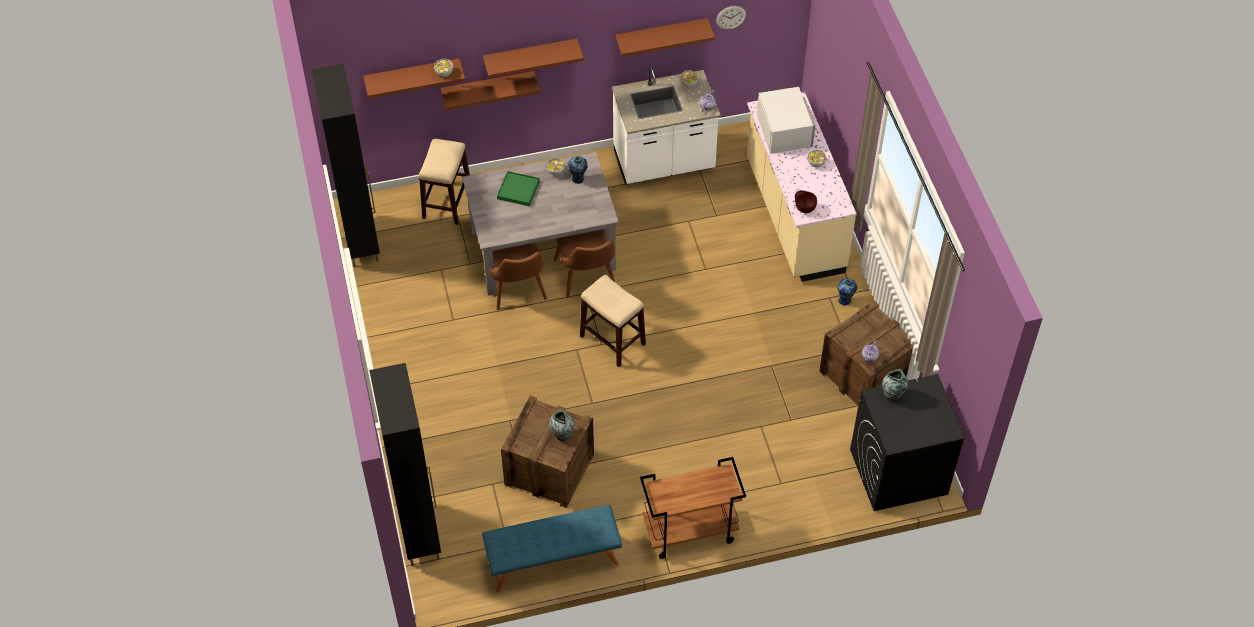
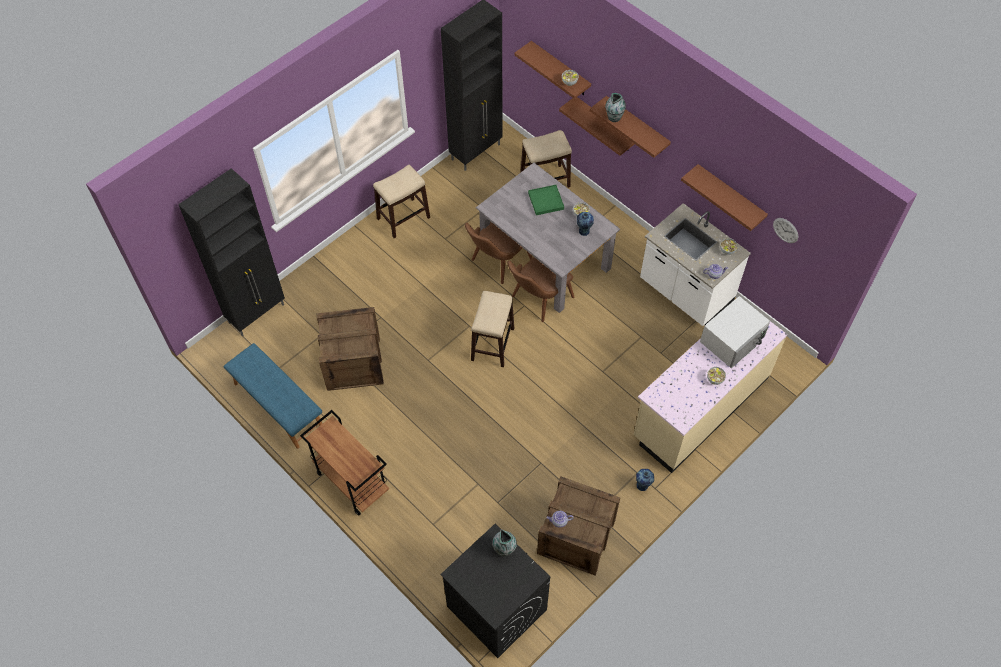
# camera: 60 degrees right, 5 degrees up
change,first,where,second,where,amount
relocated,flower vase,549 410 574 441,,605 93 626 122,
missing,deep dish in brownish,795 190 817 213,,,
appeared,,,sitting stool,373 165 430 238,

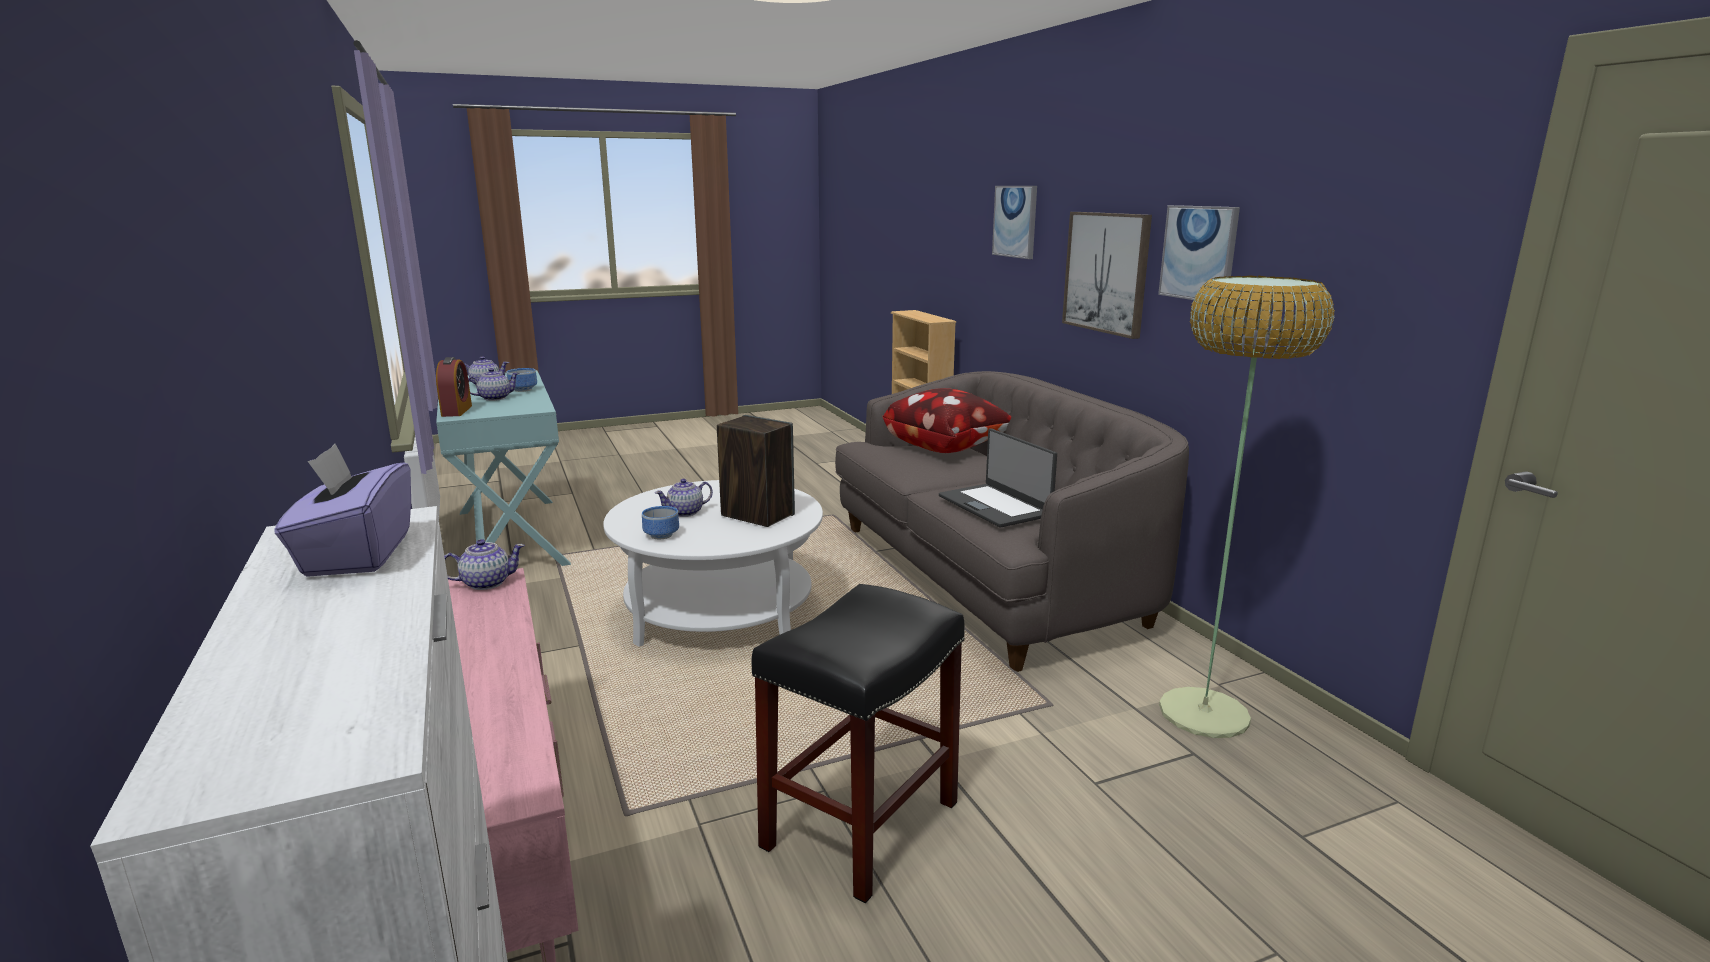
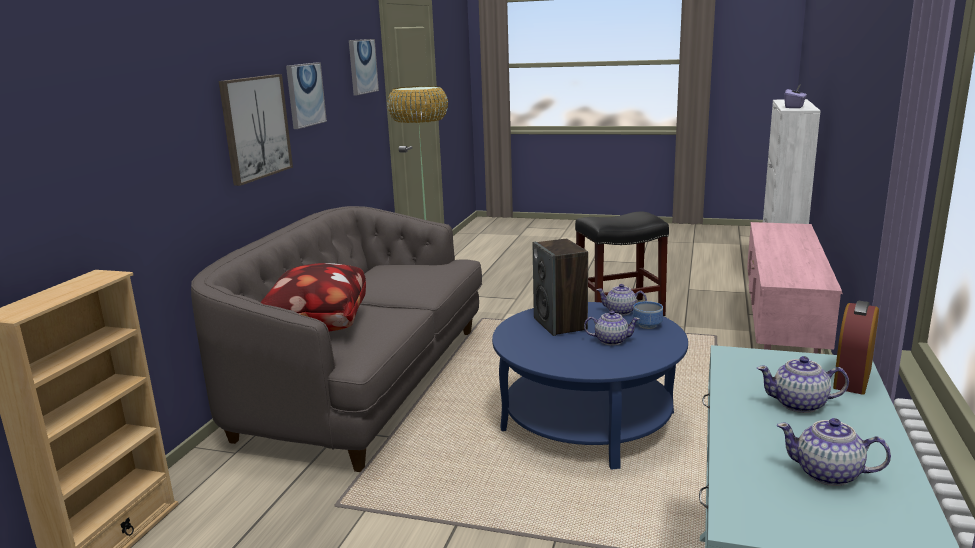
# camera: 140 degrees left, 0 degrees up
change,first,where,second,where,amount
relocated,teapot,444 539 525 590,,596 284 647 316,
missing,deep dish,507 368 537 392,,,
colour,lounge table in white,603 480 823 647,lounge table in blue,492 302 688 470,
missing,portable computer,939 428 1057 527,,,
relocated,wall picture,992 186 1037 259,,349 39 379 96,

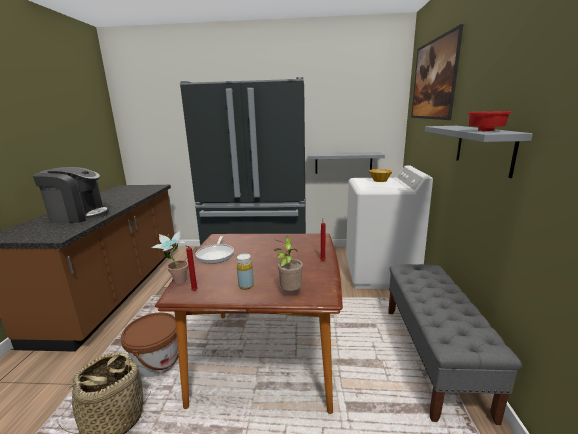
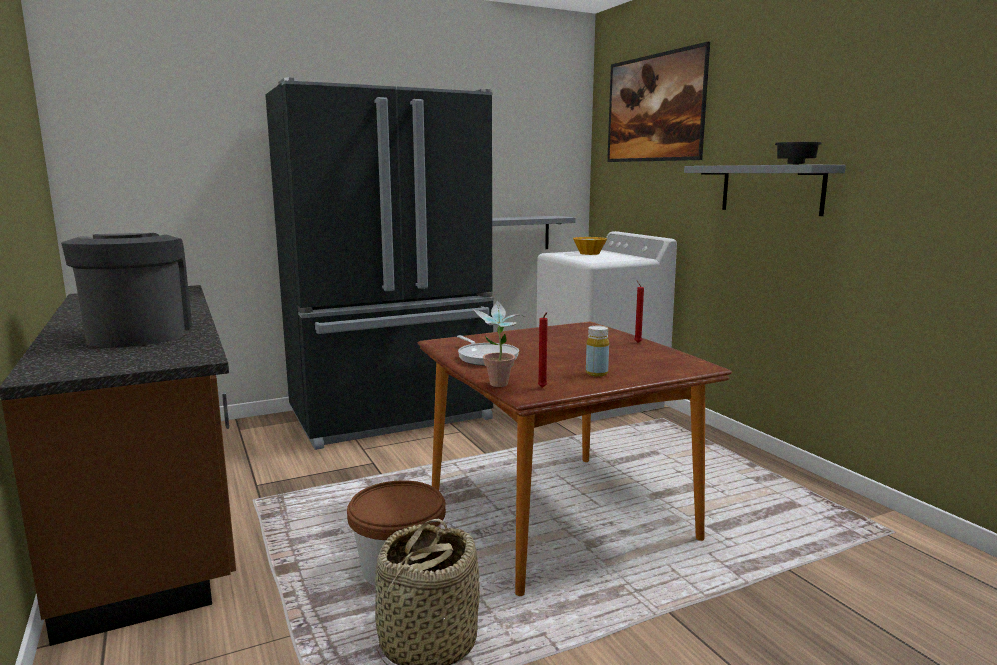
# camera: 30 degrees left, 5 degrees down
change,first,where,second,where,amount
spun,coffee maker,33 167 109 223,,61 233 192 347,75 degrees counterclockwise
missing,plant in a pot,274 237 303 291,,,
missing,long seat in greyish,388 264 522 425,,,
colour,deep dish in red,468 111 512 132,deep dish in black,775 142 821 165,

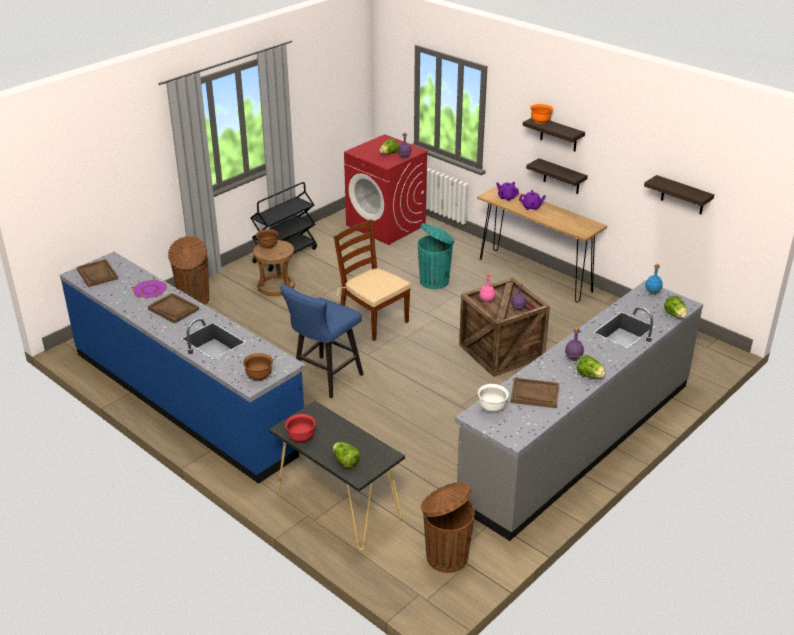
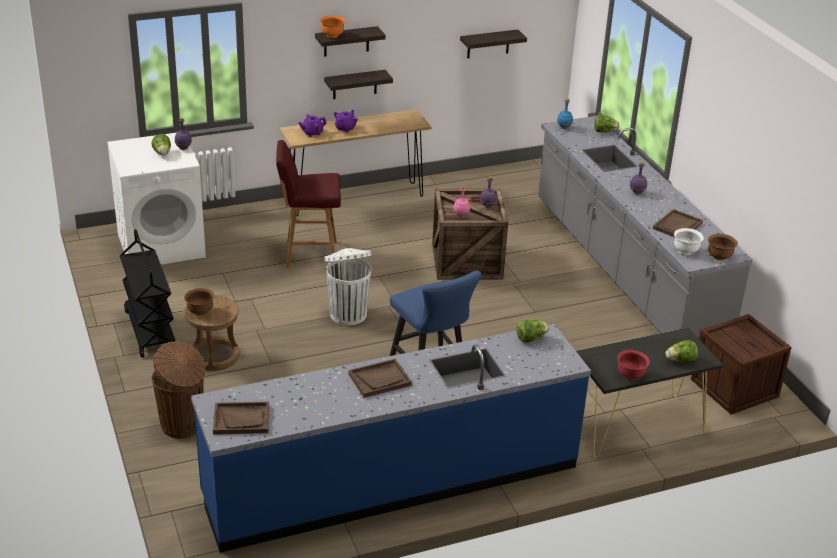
# camera: 65 degrees left, 0 degrees up
change,first,where,second,where,amount
missing,dinner plate in purple-coloured,133 280 167 298,,,
relocated,deep dish in brownish,243 353 273 381,,708 234 738 260,
exchanged,plain chair in brownish,334 219 411 341,waste bin in white,325 248 372 325,
colour,laundry appliance in red,344 134 428 245,laundry appliance in white,107 133 206 265,
exchanged,waste bin in blue-green,417 223 455 289,sitting stool in red,276 140 341 268,
exchanged,waste bin in brownish,421 482 475 573,packing crate,691 314 792 415,
relocated,lettuce head,577 355 606 378,,516 319 549 343,

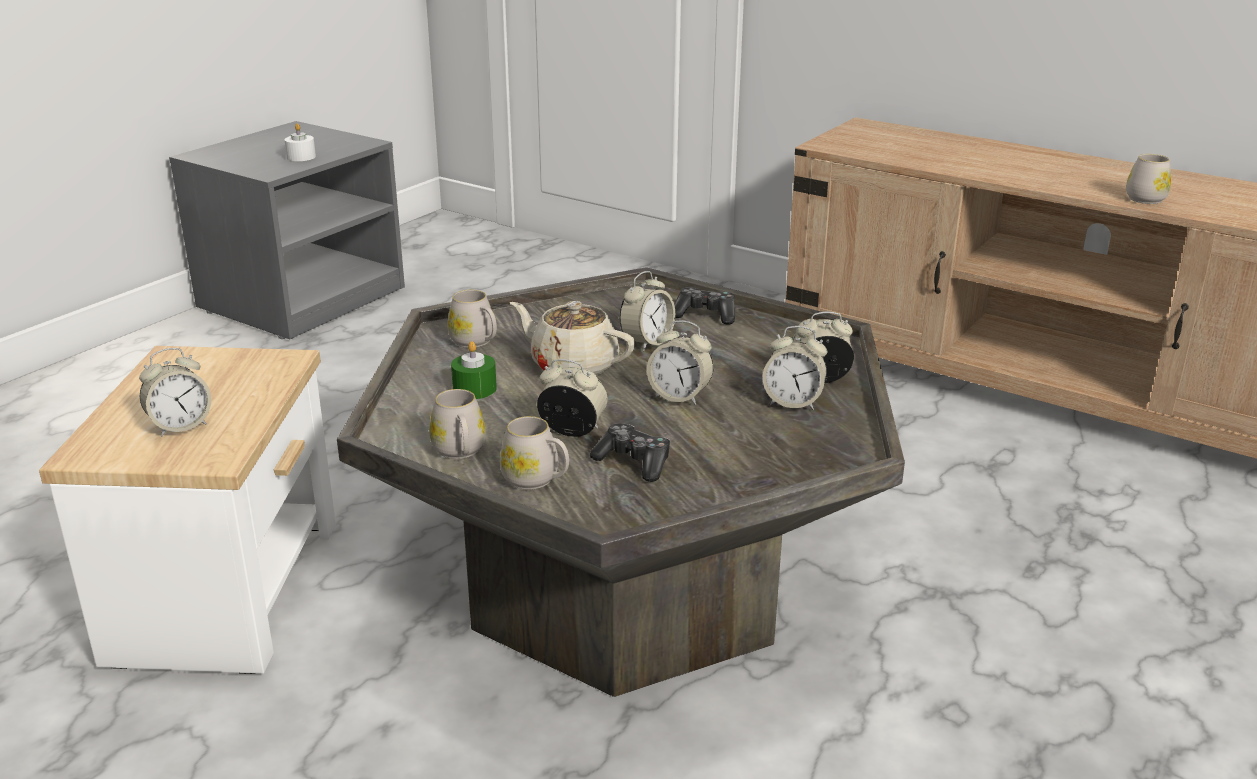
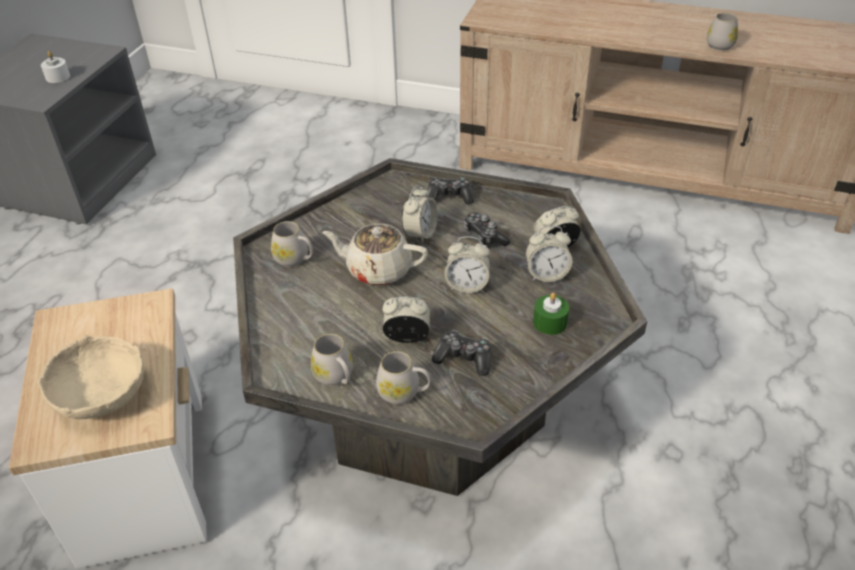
# camera: 15 degrees left, 15 degrees up
change,first,where,second,where,amount
exchanged,bedside clock,139 348 211 437,deep dish in beige,37 335 144 419,
relocated,candle in green-coloured,451 341 497 399,,533 293 569 335,
appeared,,,game controller,464 212 510 246,

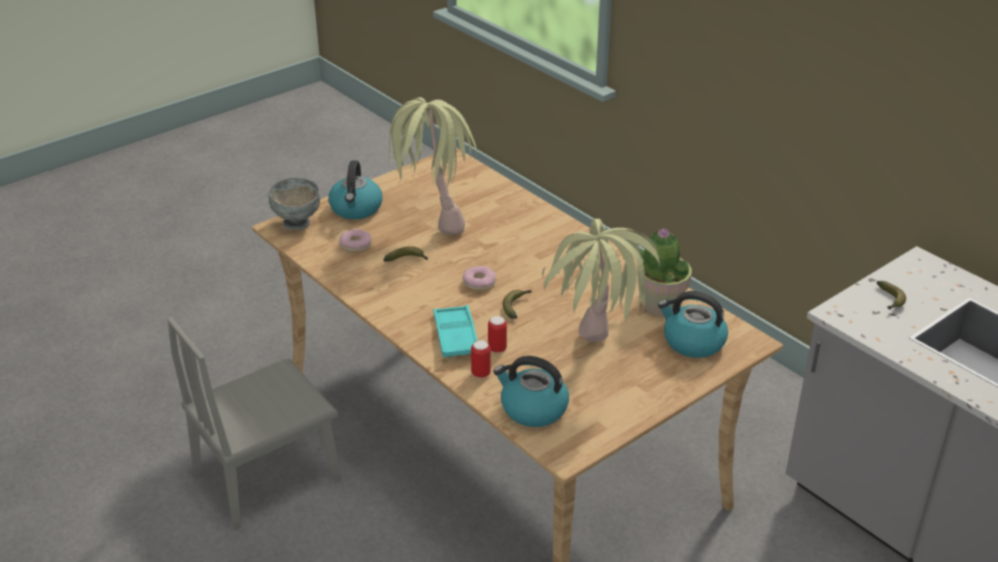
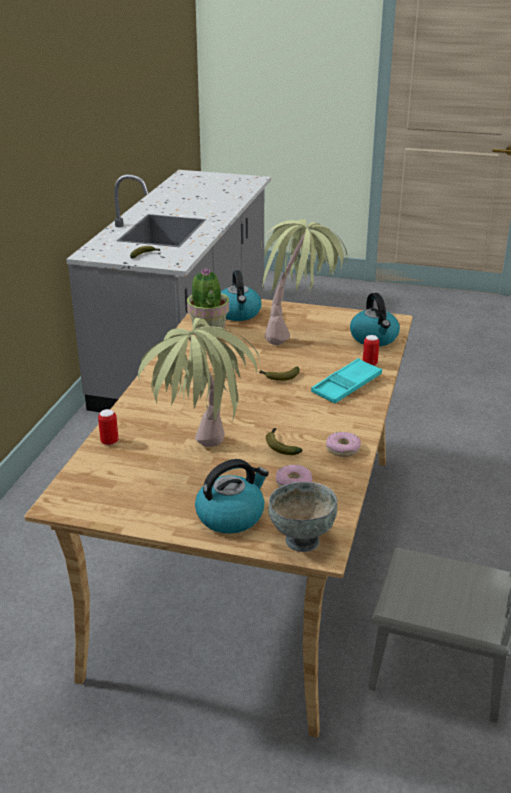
# camera: 125 degrees left, 5 degrees down
change,first,where,second,where,amount
relocated,doughnut,463 266 496 291,,326 432 361 457,
relocated,sealed can,488 316 507 353,,98 409 119 445,

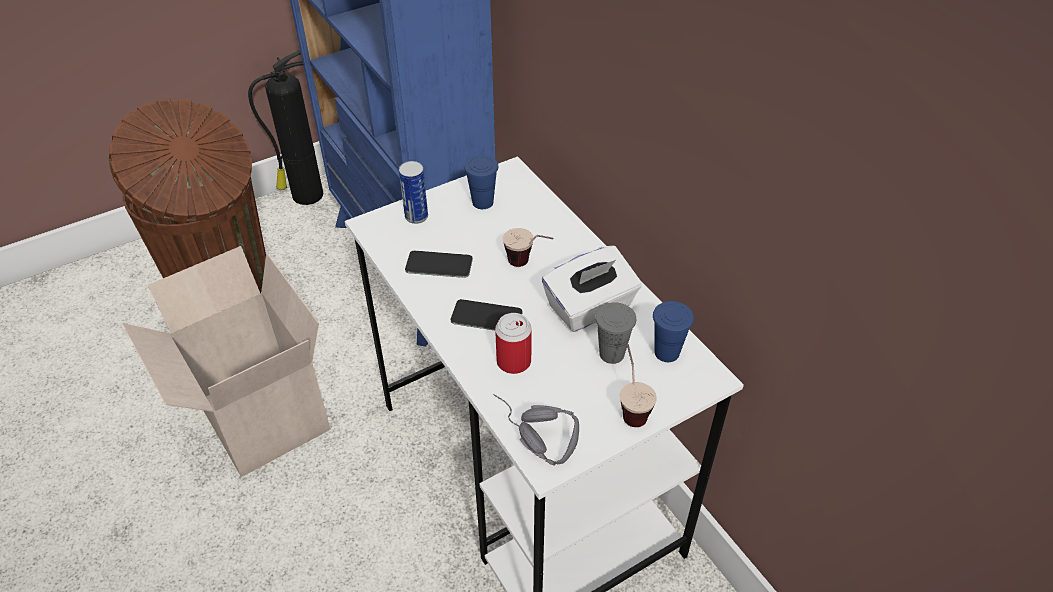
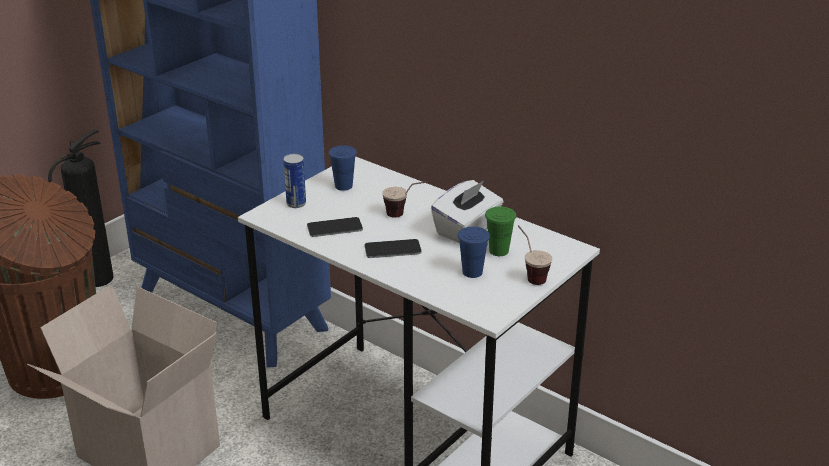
# camera: 20 degrees left, 15 degrees down
change,first,where,second,where,amount
missing,headphones in greyish,493 394 579 465,,,
missing,sealed can,495 313 532 374,,,
colour,small cup in greyish,595 302 636 364,small cup in green-coloured,485 207 516 256,
relocated,small cup in blue,653 301 694 362,,458 227 490 278,

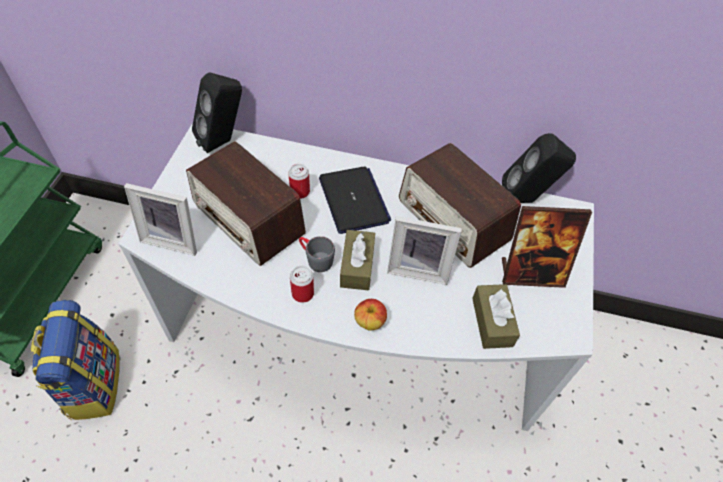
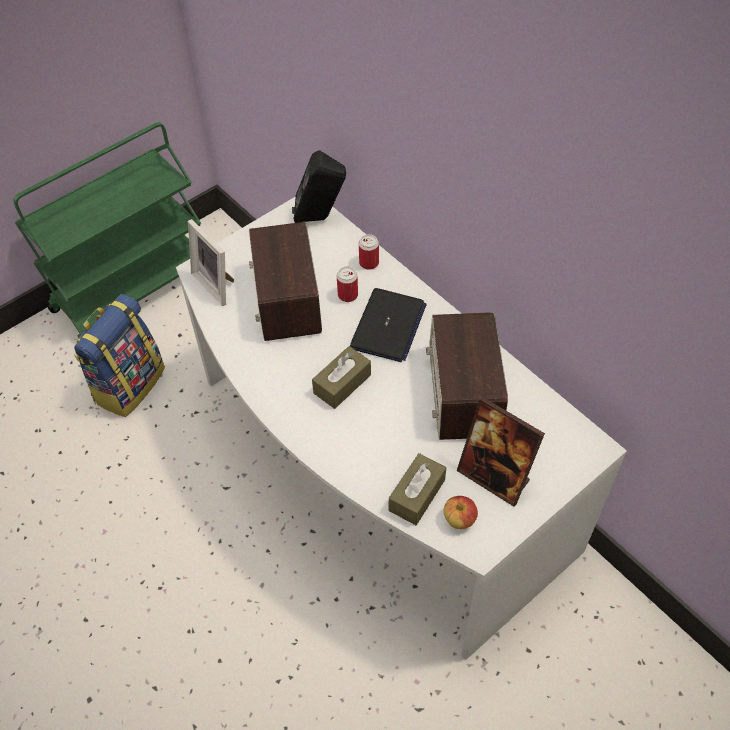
# camera: 40 degrees right, 0 degrees up
change,first,where,second,where,amount
relocated,sealed can,290 266 314 303,,359 234 379 270,
missing,mug in greyish,299 236 335 272,,,
relocated,whole apple,354 299 387 331,,444 496 478 529,
missing,picture frame,387 216 462 285,,,
missing,speaker in black,502 133 576 203,,,

